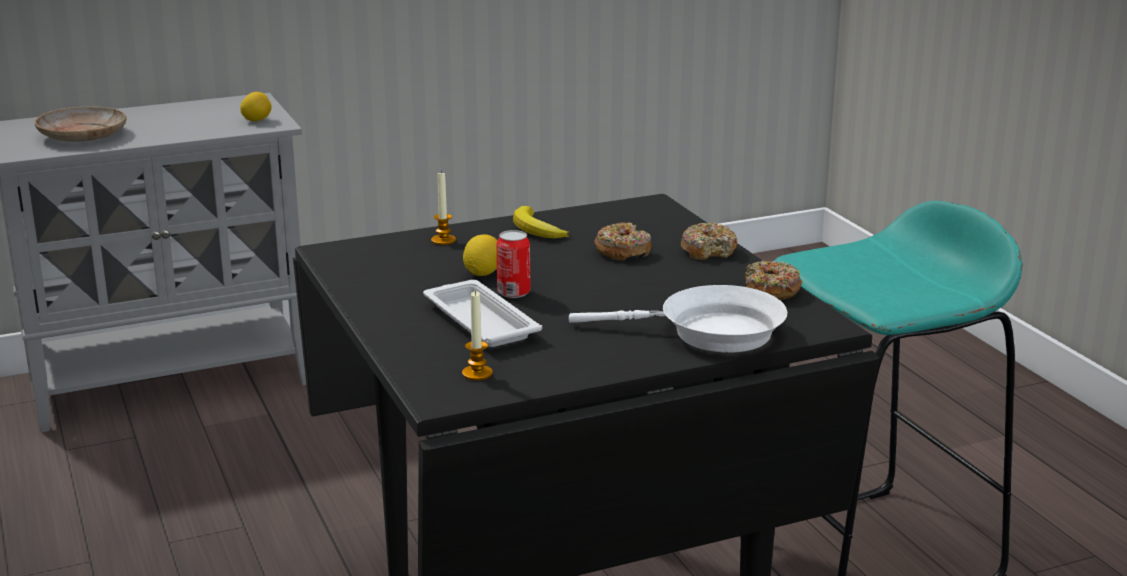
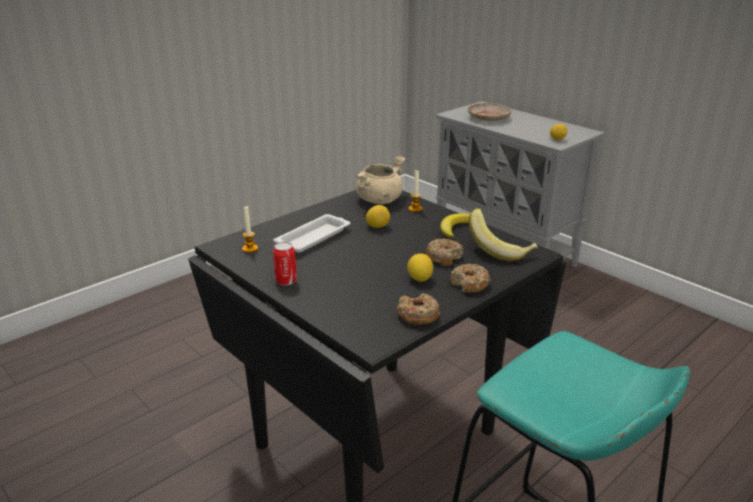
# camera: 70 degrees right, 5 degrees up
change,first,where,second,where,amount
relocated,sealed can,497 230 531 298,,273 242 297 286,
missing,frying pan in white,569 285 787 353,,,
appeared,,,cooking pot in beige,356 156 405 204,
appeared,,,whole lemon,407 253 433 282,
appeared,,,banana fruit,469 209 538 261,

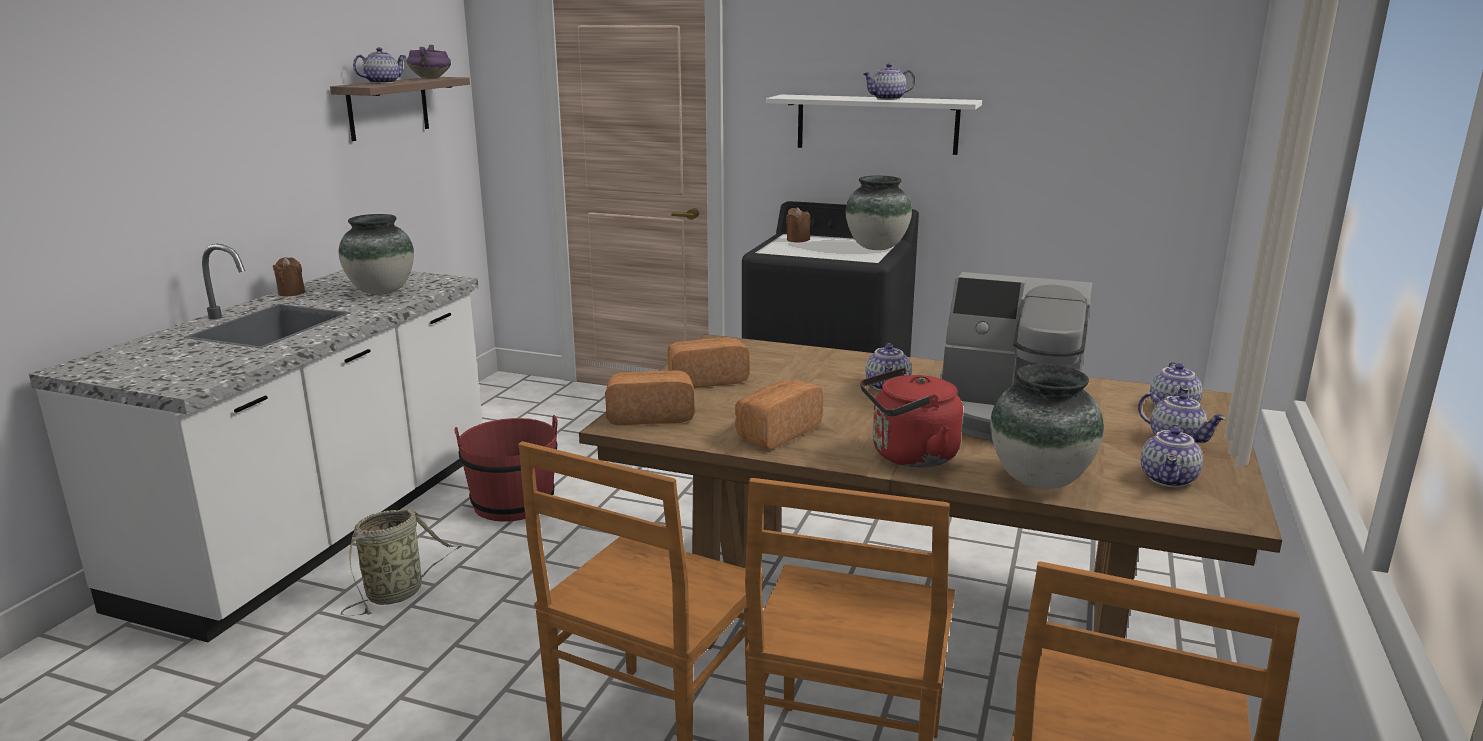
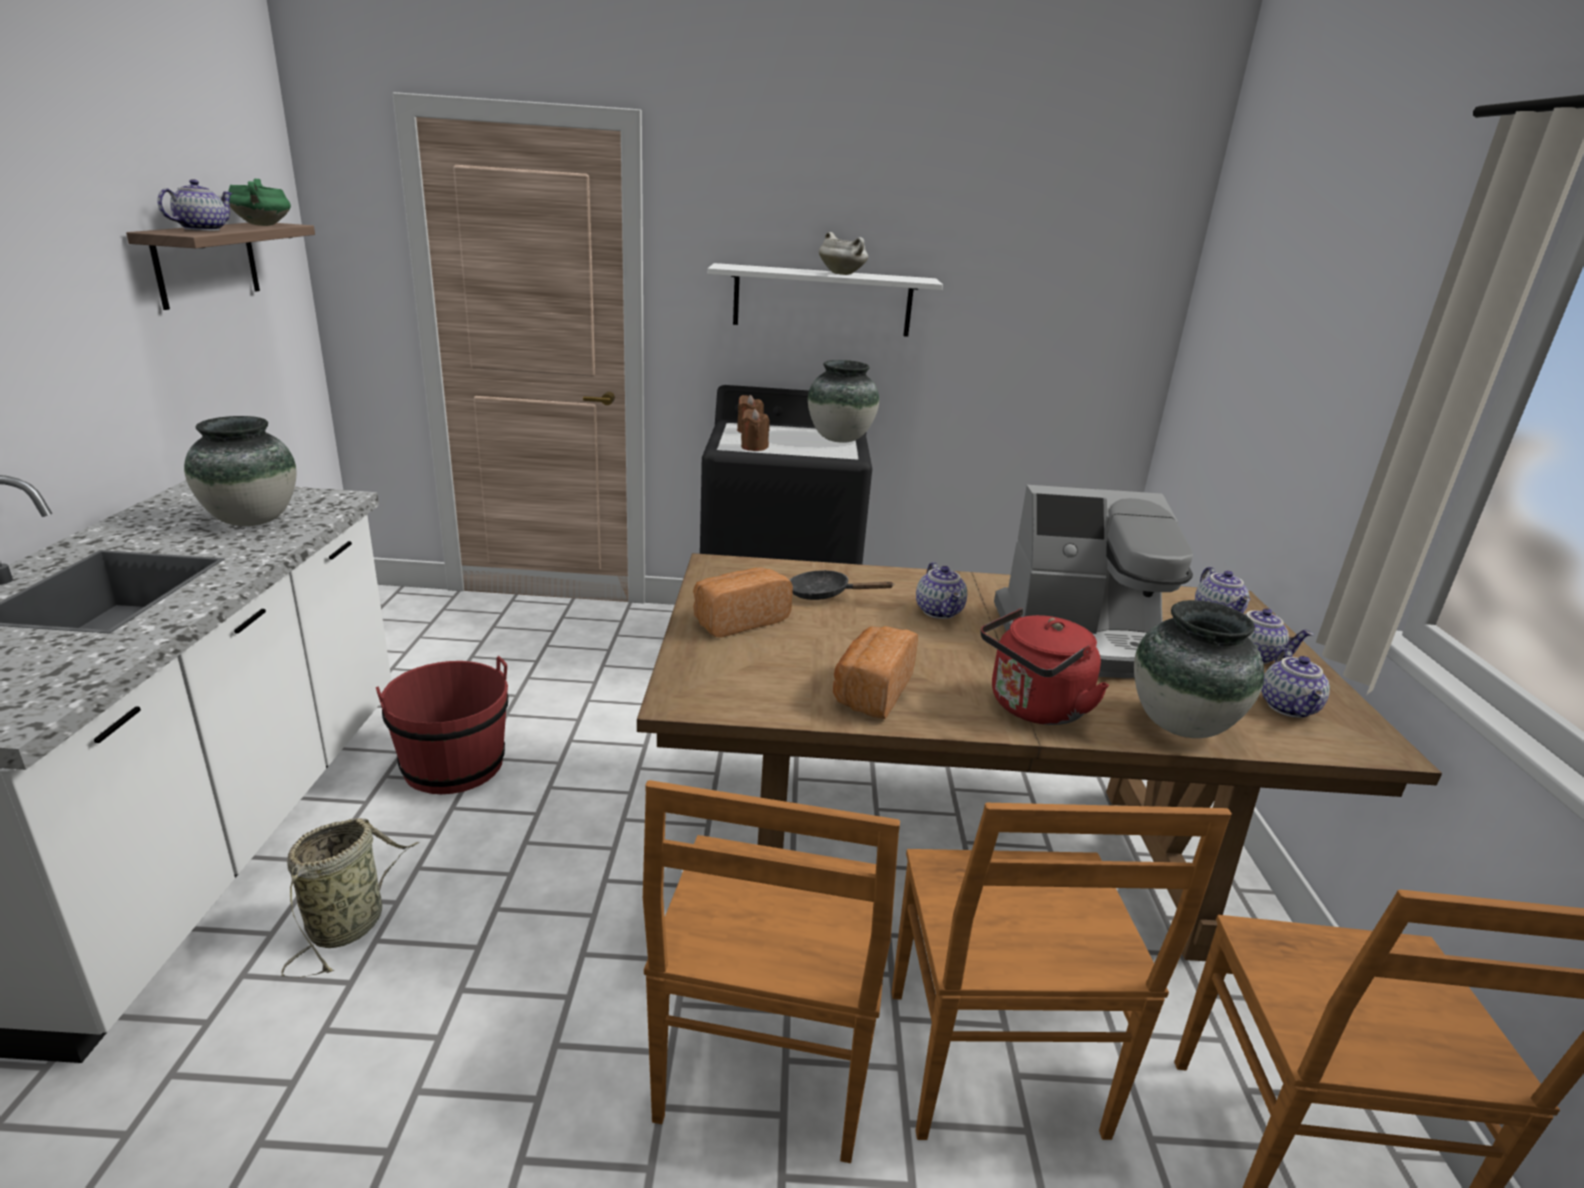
# camera: 20 degrees left, 5 degrees up
change,first,where,second,where,amount
relocated,candle in brownish,273 257 305 297,,741 409 770 451,
colour,cooking pot in purple-coloured,406 45 451 79,cooking pot in green-coloured,229 179 291 226,
missing,bakery bread,605 370 695 425,,,
exchanged,teapot,862 63 915 100,cooking pot in white,819 232 868 275,
appeared,,,frying pan in black,790 570 895 600,

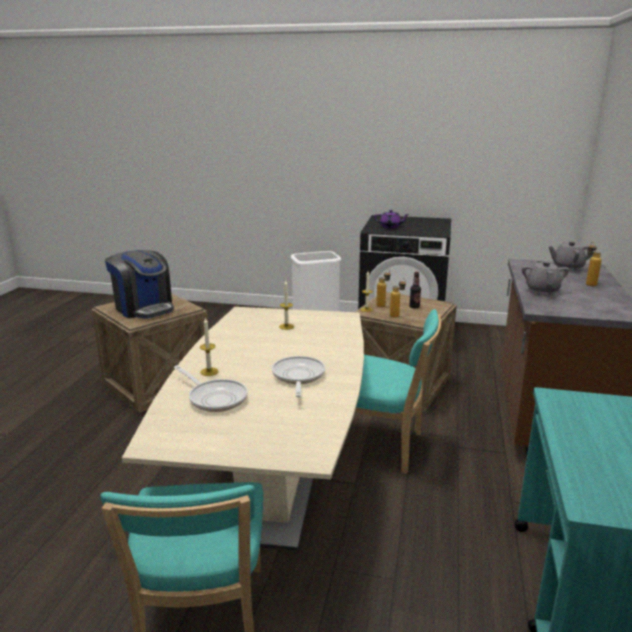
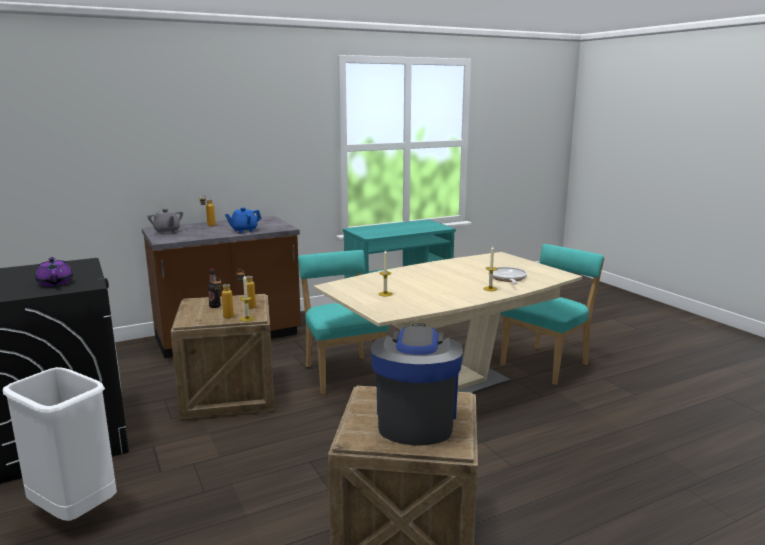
# camera: 130 degrees left, 5 degrees down
change,first,where,second,where,amount
missing,frying pan,272 356 325 397,,,
colour,teapot in greyish,522 261 569 295,teapot in blue,225 208 261 233,

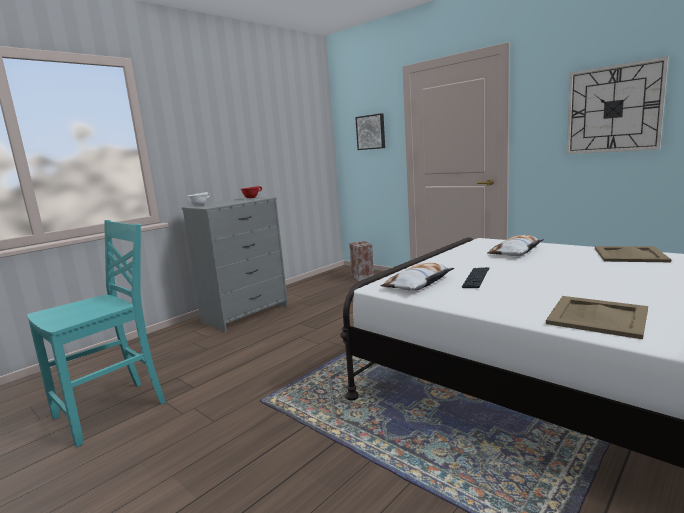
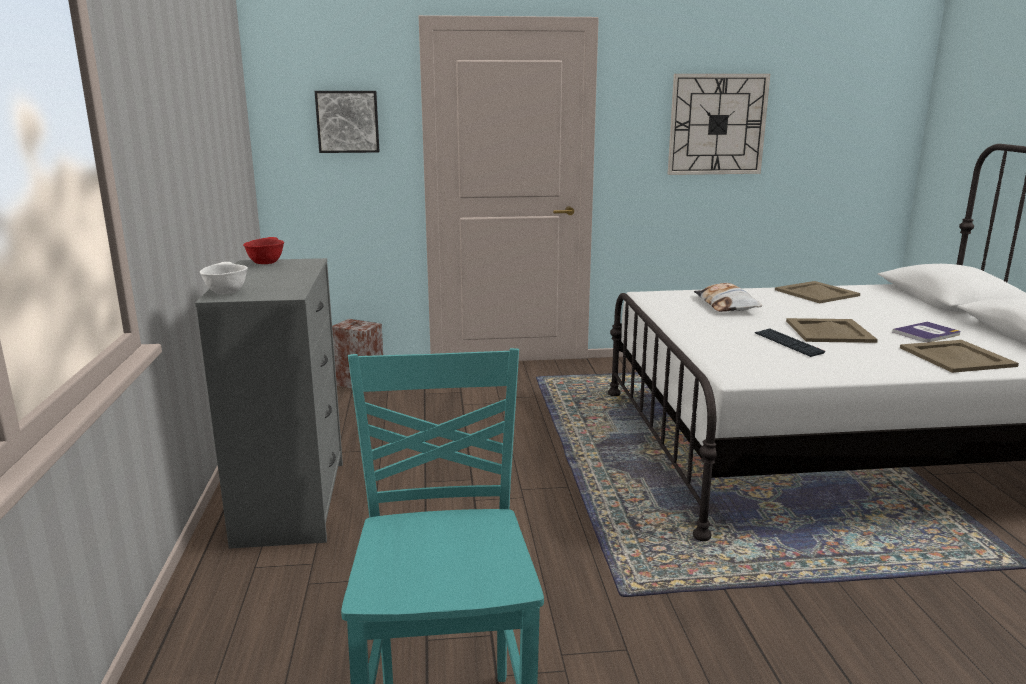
# camera: 50 degrees left, 5 degrees up
change,first,where,second,where,amount
missing,throw pillow,380 263 454 290,,,
appeared,,,serving tray in beige,786 318 878 343,
appeared,,,book,892 322 961 342,

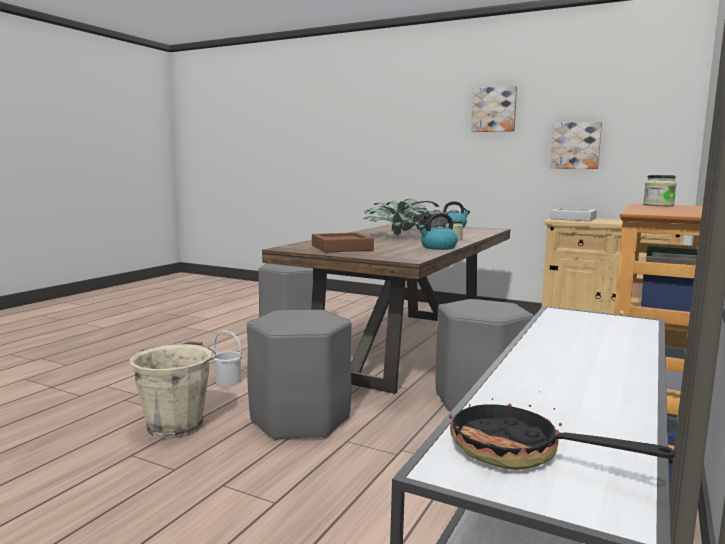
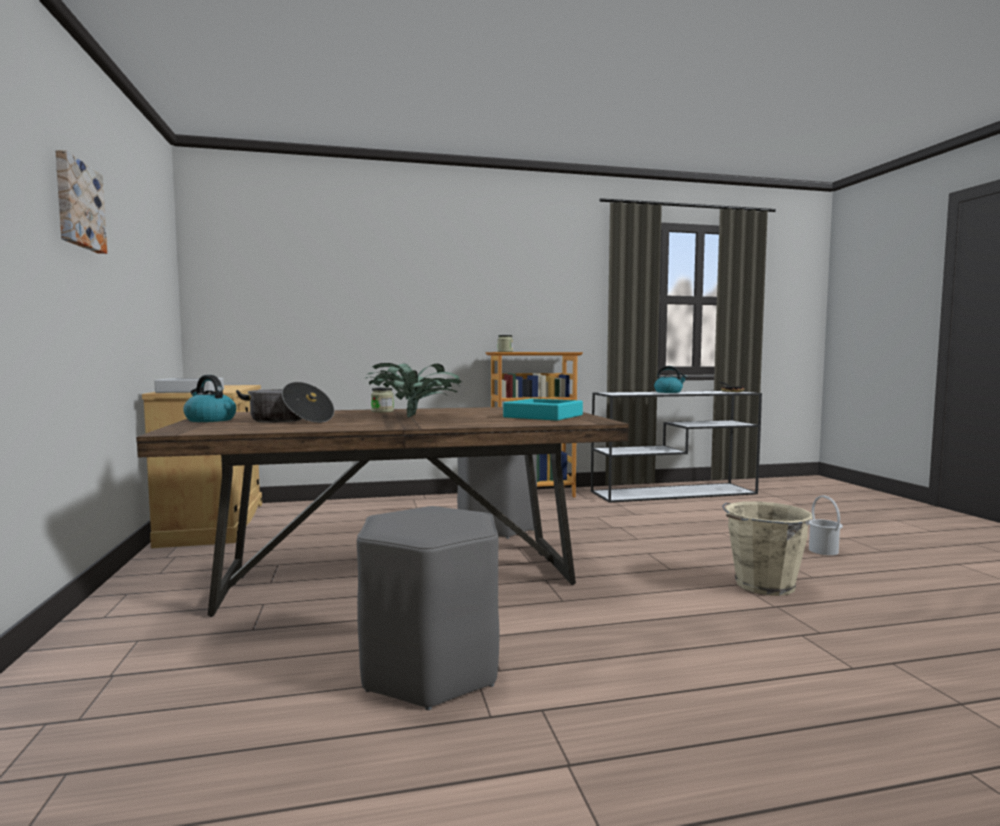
# camera: 130 degrees left, 5 degrees down
change,first,where,second,where,amount
relocated,bucket in white,213 330 243 386,,809 495 843 555,
missing,sitting stool in greyish,247 310 352 441,,,
colour,serving tray in brownish,312 233 374 253,serving tray in blue-green,503 399 583 421,
relocated,water kettle,419 213 458 250,,654 366 687 393,
missing,wall picture,550 122 602 169,,,

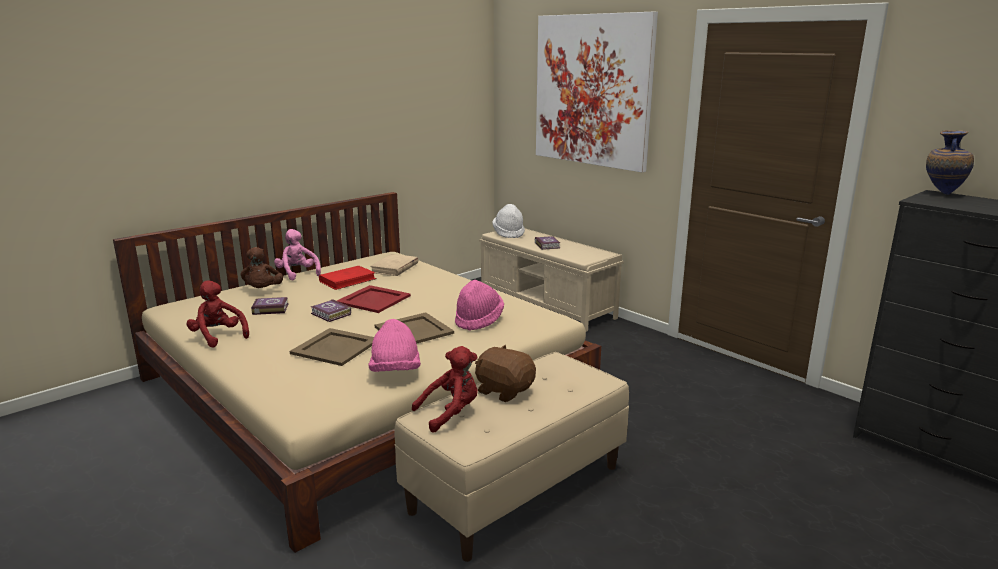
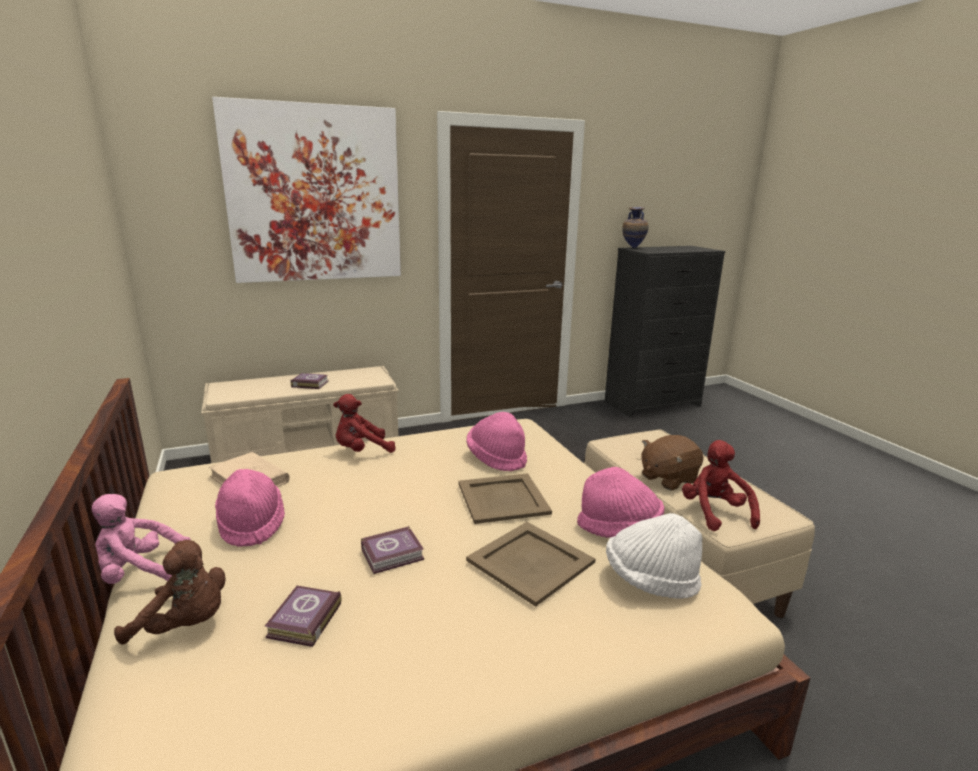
# camera: 70 degrees left, 0 degrees up
change,first,where,second,where,amount
relocated,soft toy in red,186 280 249 348,,333 394 396 453,
exchanged,book in red,319 266 377 290,hat in pink,215 469 285 547,
missing,serving tray in red,337 285 411 313,,,
relocated,hat in white,492 204 525 238,,606 513 702 599,

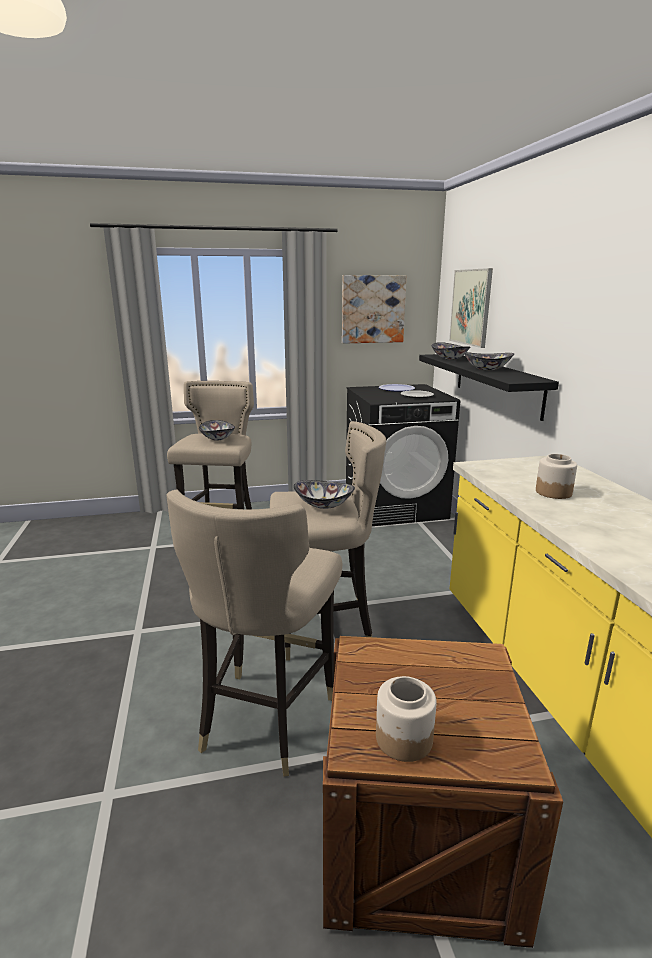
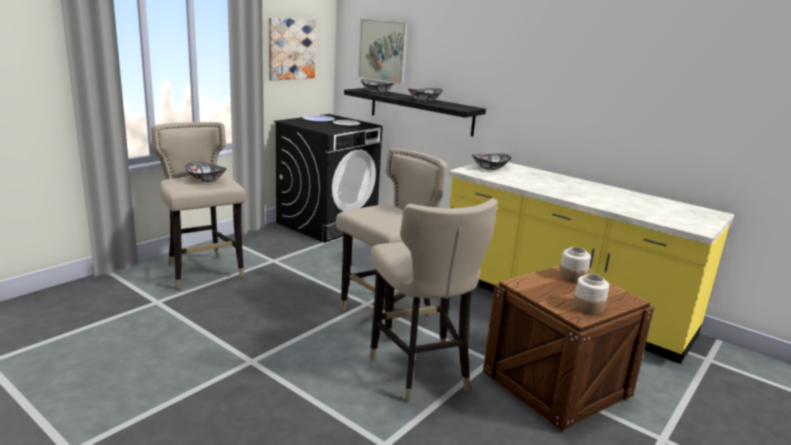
# camera: 40 degrees left, 0 degrees up
change,first,where,second,where,amount
relocated,deep dish,294 480 355 509,,472 154 511 170,
relocated,jar,536 454 577 499,,559 247 591 283,

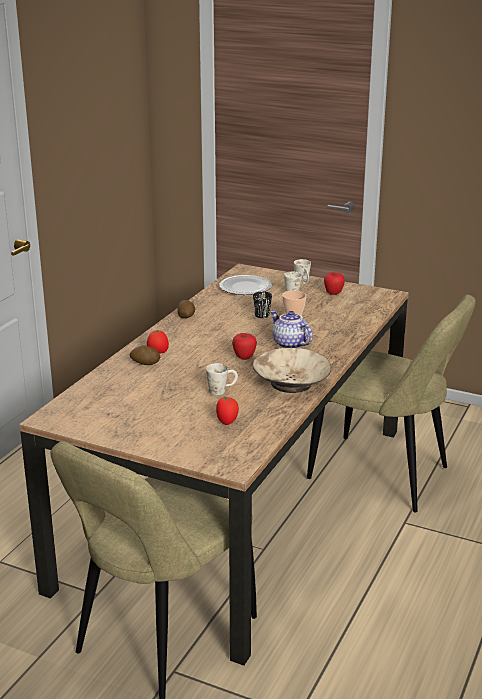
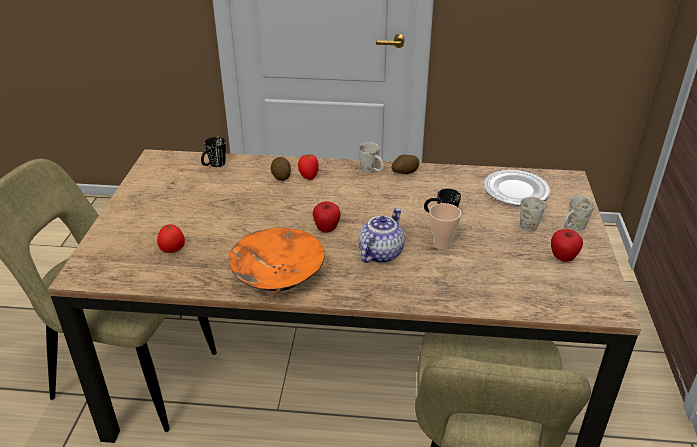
# camera: 70 degrees right, 10 degrees up
change,first,where,second,where,amount
relocated,mug in white,206 363 238 395,,358 142 384 173,
colour,deep dish in beige,253 348 331 393,deep dish in orange-coloured,229 227 324 295,
appeared,,,mug in black,201 137 226 167,

